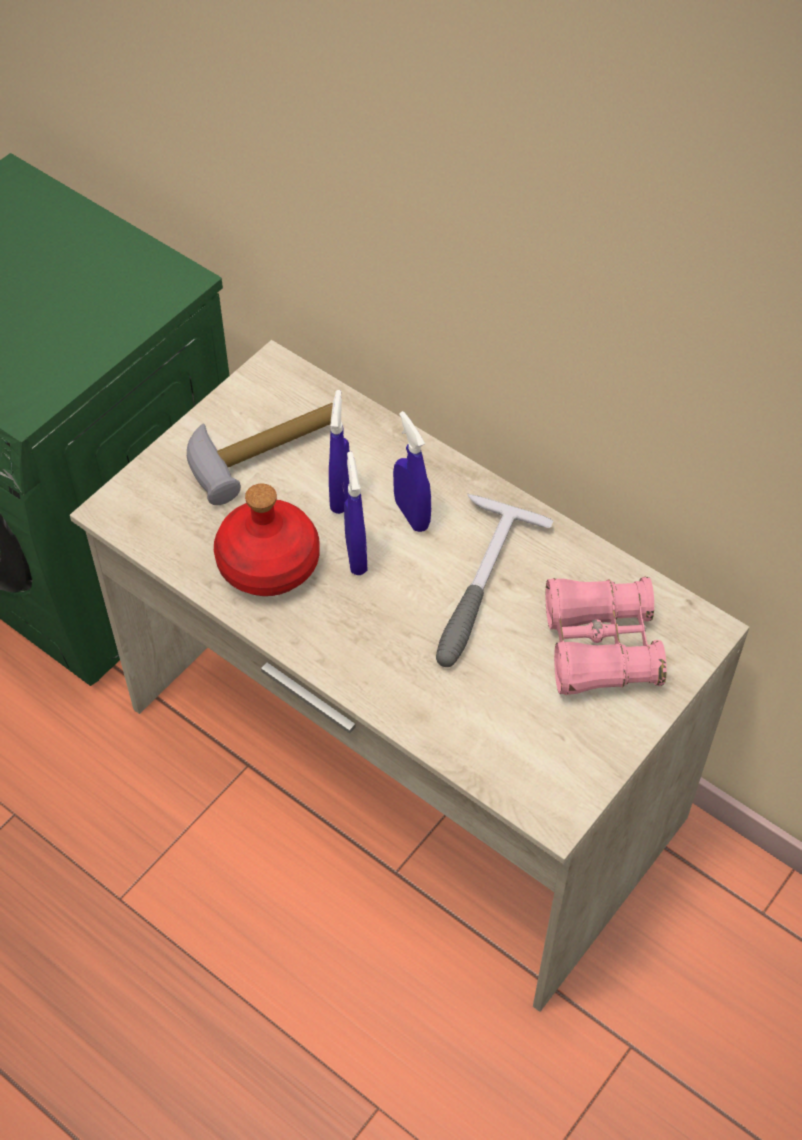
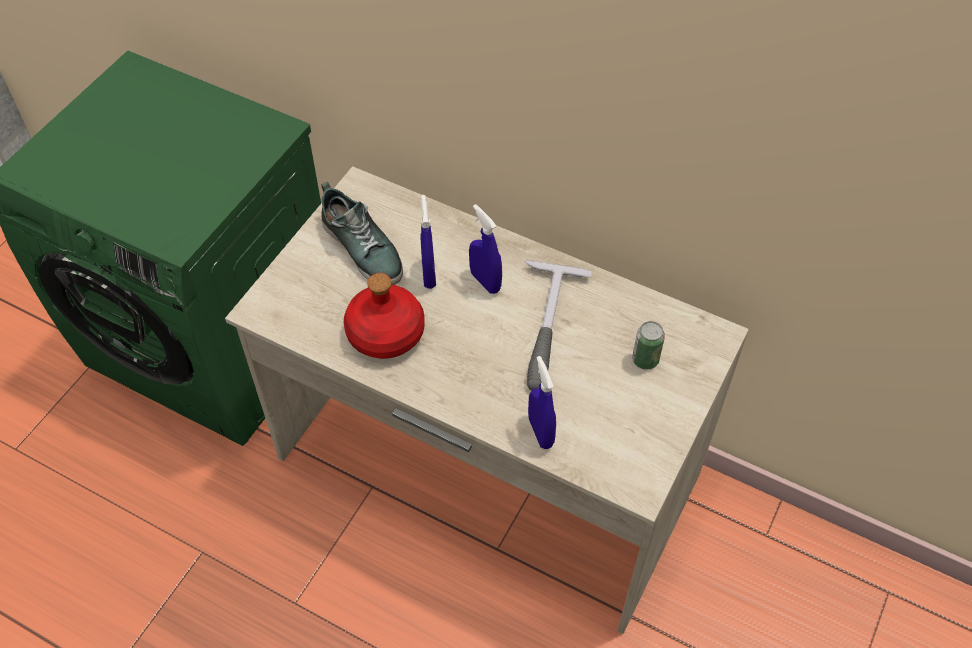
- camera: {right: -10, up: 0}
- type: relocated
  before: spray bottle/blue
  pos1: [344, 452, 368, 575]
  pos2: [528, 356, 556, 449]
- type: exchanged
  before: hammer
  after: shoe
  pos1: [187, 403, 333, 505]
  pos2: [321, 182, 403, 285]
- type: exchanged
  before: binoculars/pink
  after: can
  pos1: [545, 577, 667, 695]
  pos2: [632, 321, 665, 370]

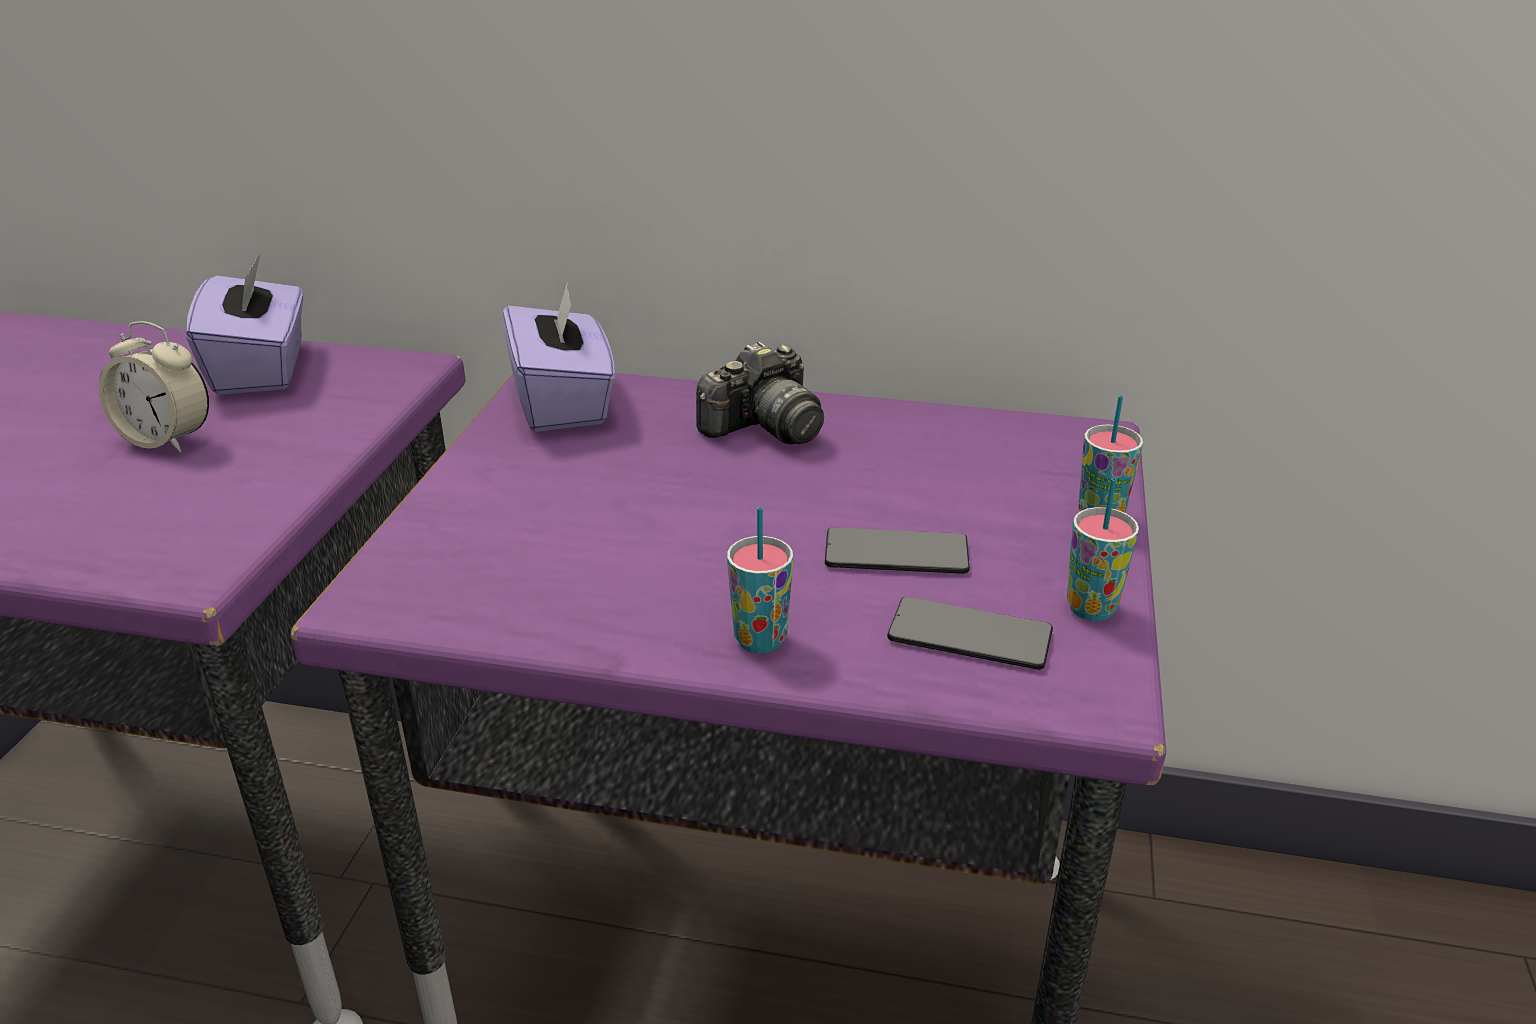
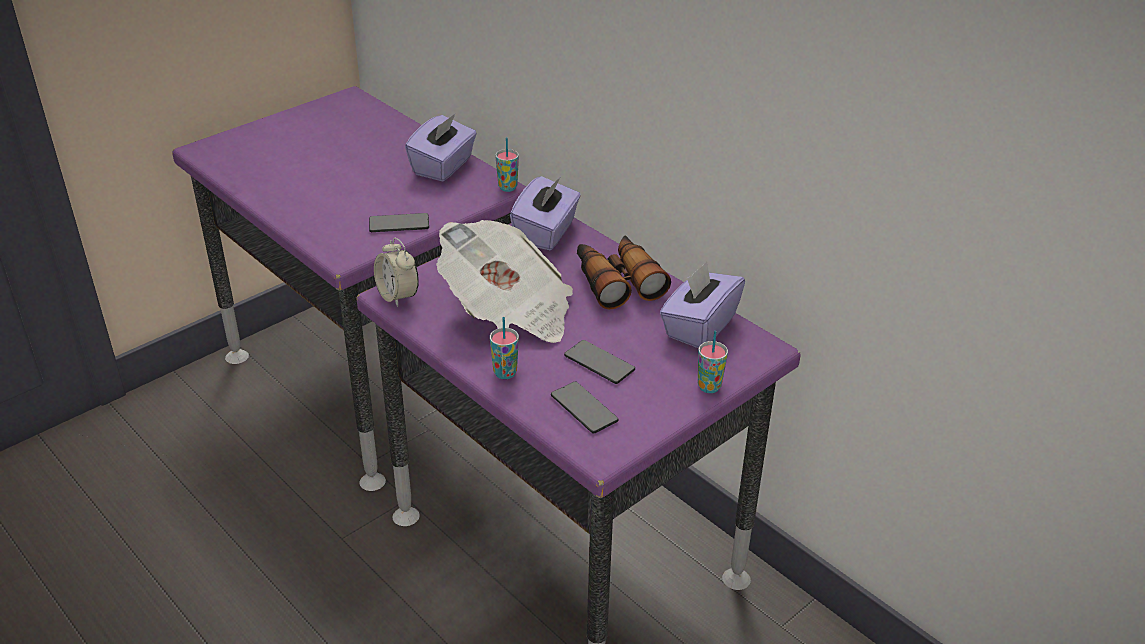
- camera: {right: 35, up: 5}
- type: appeared
  after: phone
  pos2: [369, 213, 429, 232]
- type: appeared
  after: newspaper
  pos2: [436, 220, 573, 343]
- type: appeared
  after: tissue box/purple
  pos2: [660, 261, 745, 348]
- type: relocated
  before: alarm clock
  pos1: [99, 321, 209, 452]
  pos2: [374, 238, 419, 307]
- type: relocated
  before: cup
  pos1: [1067, 478, 1139, 621]
  pos2: [495, 137, 519, 192]
- type: exchanged
  before: photo camera
  after: binoculars
  pos1: [696, 342, 824, 445]
  pos2: [577, 235, 671, 309]

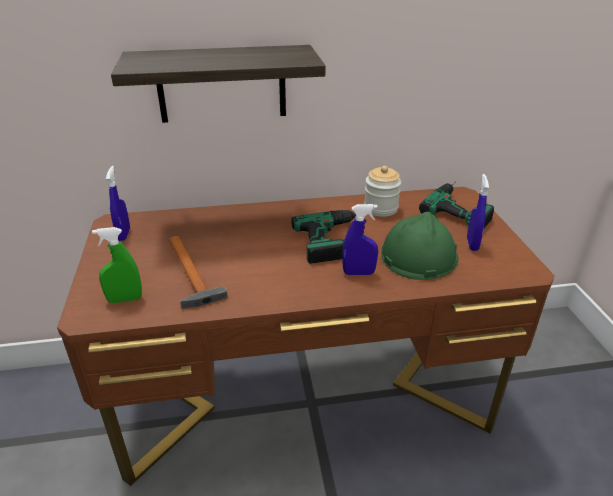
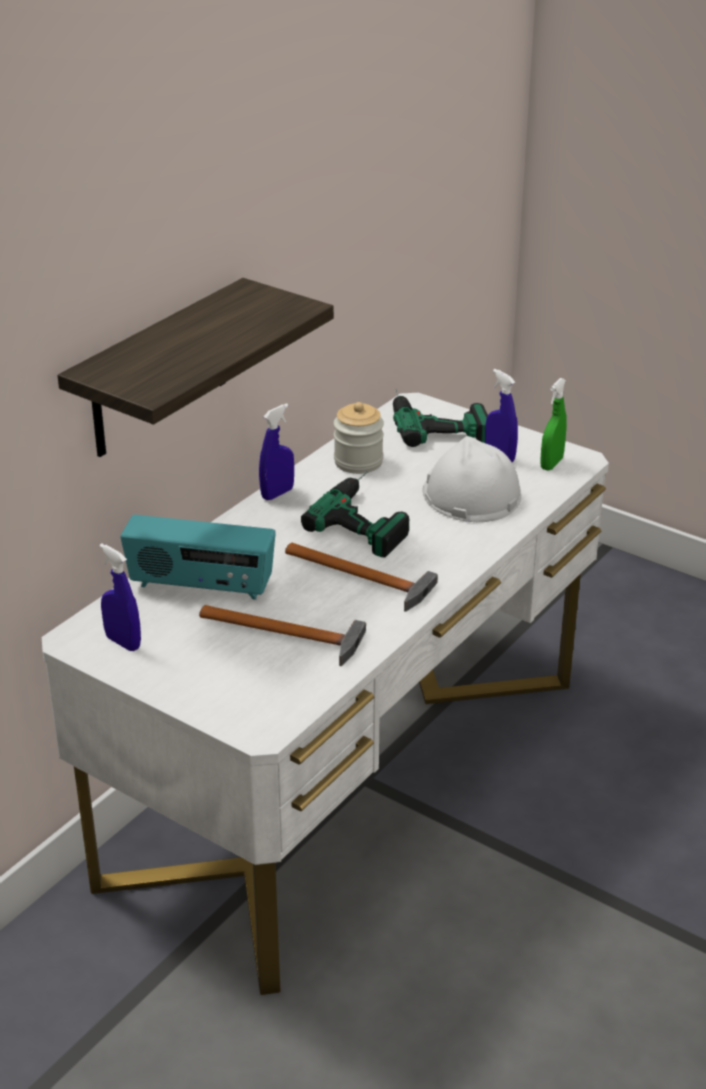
- camera: {right: -45, up: 0}
- type: appeared
  after: radio
  pos2: [121, 515, 276, 600]
- type: appeared
  after: hammer
  pos2: [285, 543, 438, 612]
- type: relocated
  before: spray bottle/green
  pos1: [92, 227, 142, 303]
  pos2: [540, 378, 567, 470]
- type: relocated
  before: spray bottle/blue
  pos1: [342, 204, 378, 275]
  pos2: [259, 403, 294, 500]
- type: colour
  before: desk/brown
  after: desk/white
  pos1: [57, 187, 555, 486]
  pos2: [42, 393, 609, 995]
- type: colour
  before: hard hat/green
  after: hard hat/white
  pos1: [381, 212, 458, 280]
  pos2: [423, 436, 521, 522]

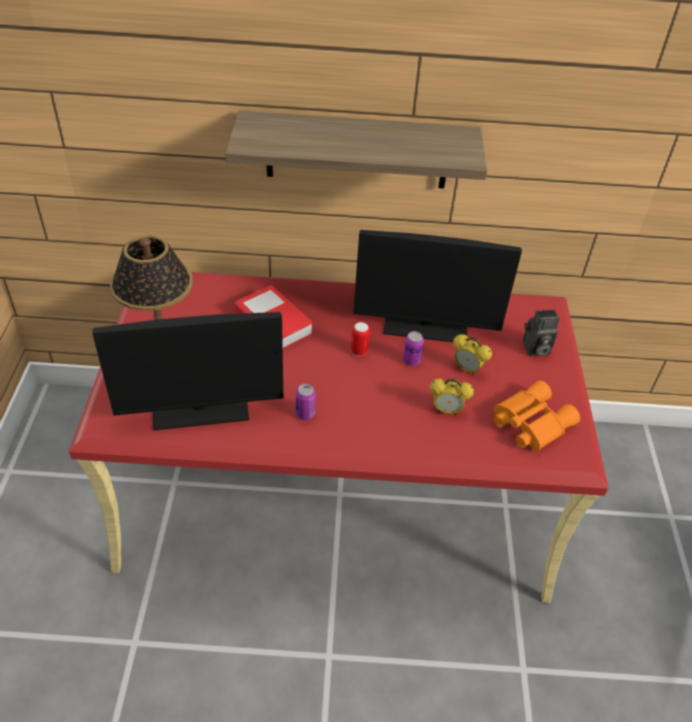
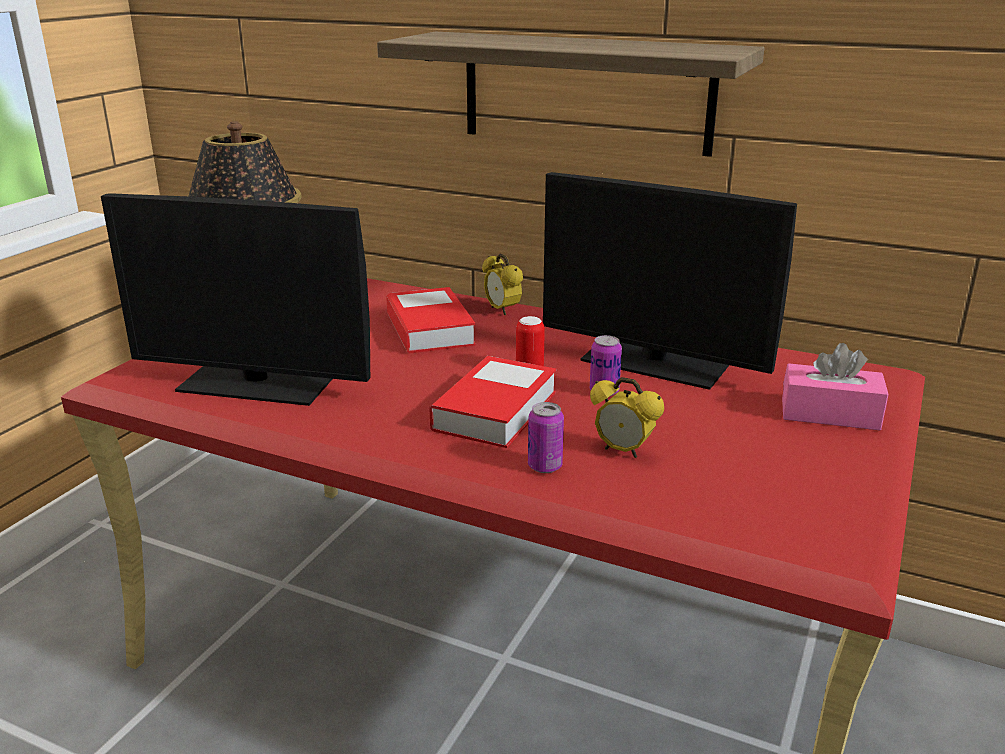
- camera: {right: 25, up: -20}
- type: missing
  before: binoculars/orange
  pos1: [493, 380, 580, 451]
- type: appeared
  after: book
  pos2: [429, 356, 556, 448]
- type: relocated
  before: can
  pos1: [296, 384, 316, 420]
  pos2: [528, 402, 564, 473]
- type: relocated
  before: alarm clock
  pos1: [453, 334, 492, 375]
  pos2: [482, 253, 523, 315]
- type: exchanged
  before: photo camera
  after: tissue box/pink
  pos1: [523, 310, 560, 357]
  pos2: [782, 343, 888, 430]

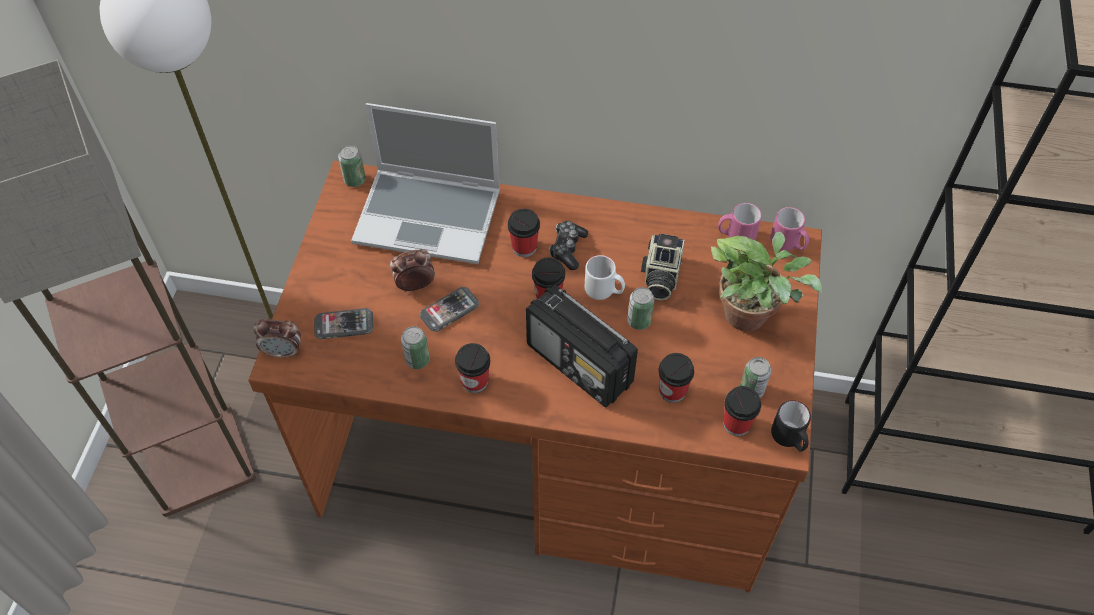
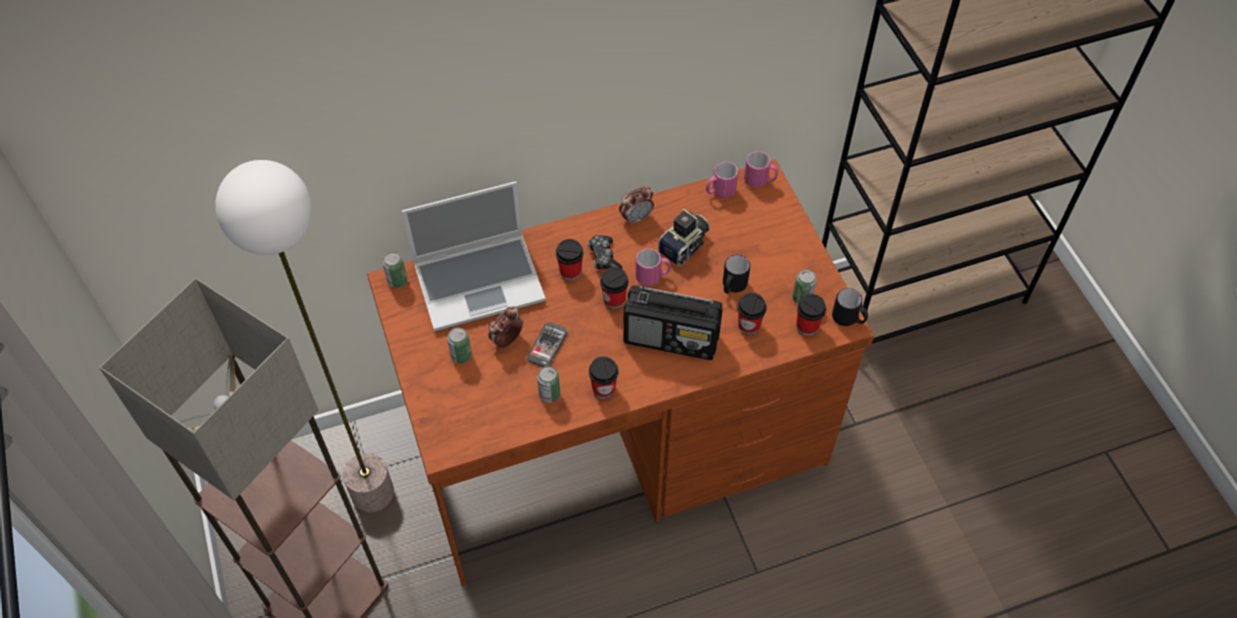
- camera: {right: -30, up: 0}
- type: missing
  before: phone
  pos1: [314, 308, 374, 339]
- type: missing
  before: potted plant
  pos1: [711, 232, 822, 331]
- type: appeared
  after: mug/black
  pos2: [723, 255, 750, 294]
- type: relocated
  before: alarm clock
  pos1: [253, 319, 301, 358]
  pos2: [619, 187, 654, 226]
- type: relocated
  before: can
  pos1: [627, 287, 655, 330]
  pos2: [447, 327, 472, 364]
- type: colour
  before: mug/white
  after: mug/pink
  pos1: [585, 255, 625, 300]
  pos2: [635, 248, 671, 286]
- type: spun
  before: photo camera
  pos1: [641, 234, 685, 300]
  pos2: [658, 209, 710, 266]
  turn: -120

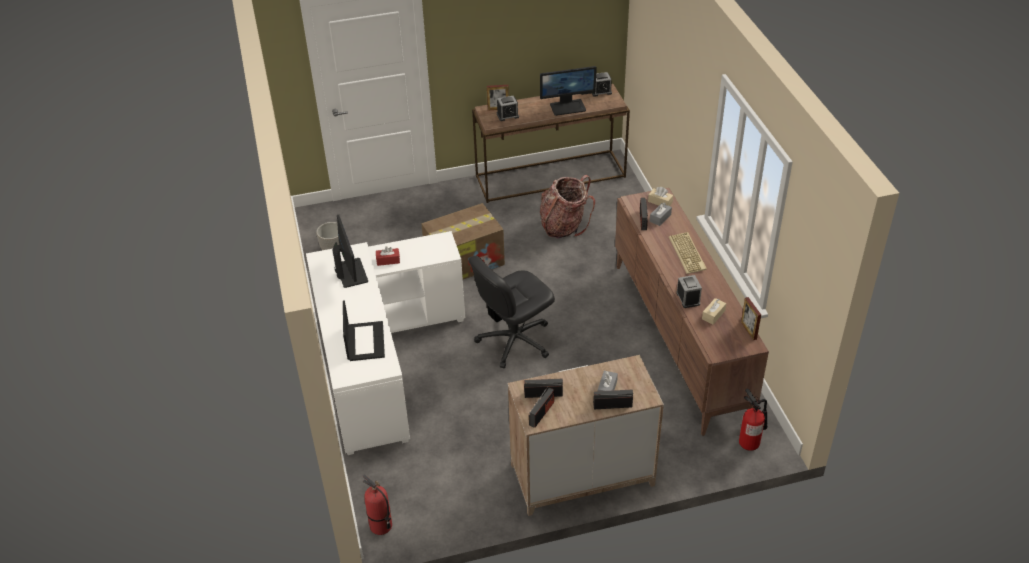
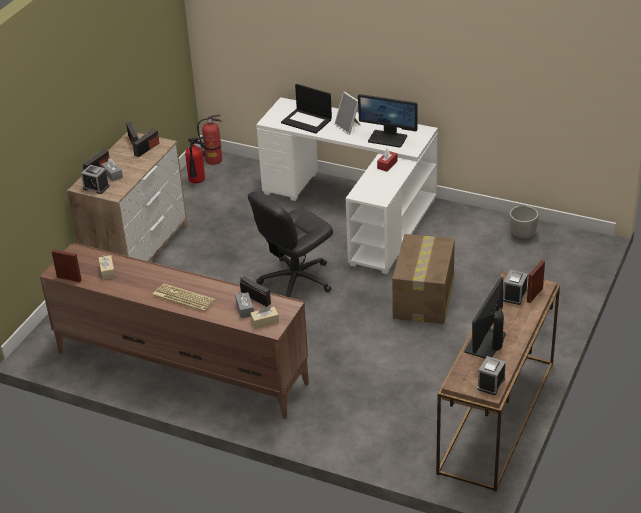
- camera: {right: 130, up: -5}
- type: missing
  before: backpack
  pos1: [540, 175, 595, 238]
- type: appeared
  after: picture frame
  pos2: [334, 91, 361, 135]
- type: relocated
  before: alarm clock
  pos1: [676, 275, 702, 308]
  pos2: [81, 165, 110, 194]
- type: relocated
  before: fire extinguisher
  pos1: [739, 388, 768, 451]
  pos2: [185, 136, 207, 184]
- type: spun
  before: office chair/black
  pos1: [468, 256, 555, 369]
  pos2: [248, 191, 333, 297]
  turn: -135

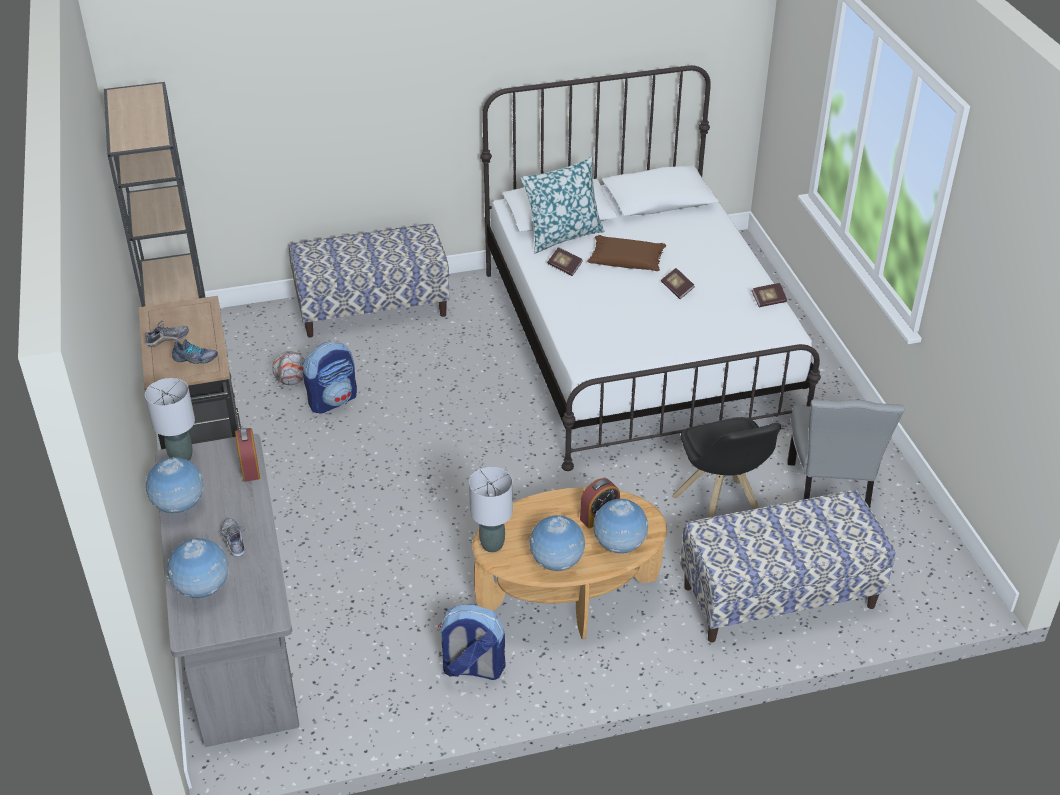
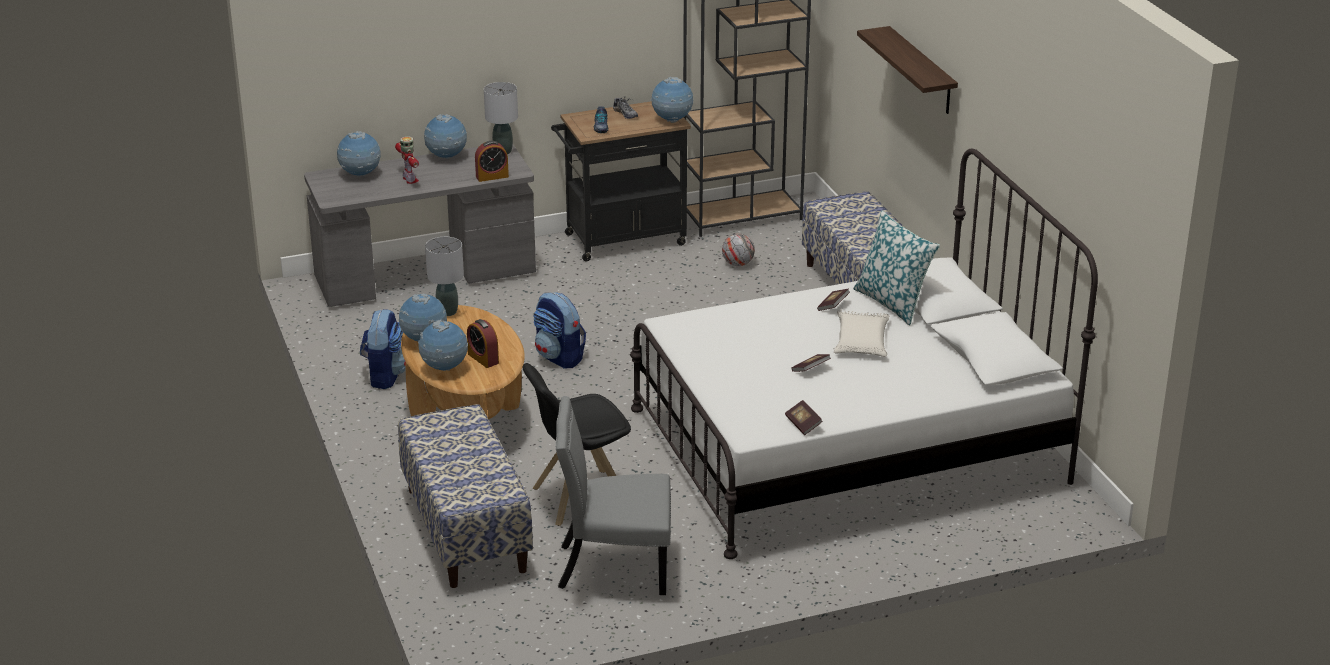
- camera: {right: 85, up: -10}
- type: appeared
  after: globe
  pos2: [651, 77, 693, 123]
- type: appeared
  after: shelf
  pos2: [857, 26, 958, 114]
- type: relocated
  before: backpack
  pos1: [303, 341, 357, 414]
  pos2: [533, 292, 586, 369]
- type: exchanged
  before: shoe
  after: toy robot
  pos1: [219, 518, 245, 557]
  pos2: [395, 136, 419, 184]
- type: colour
  before: pillow/brown
  after: pillow/white
  pos1: [587, 235, 666, 271]
  pos2: [833, 309, 890, 357]

